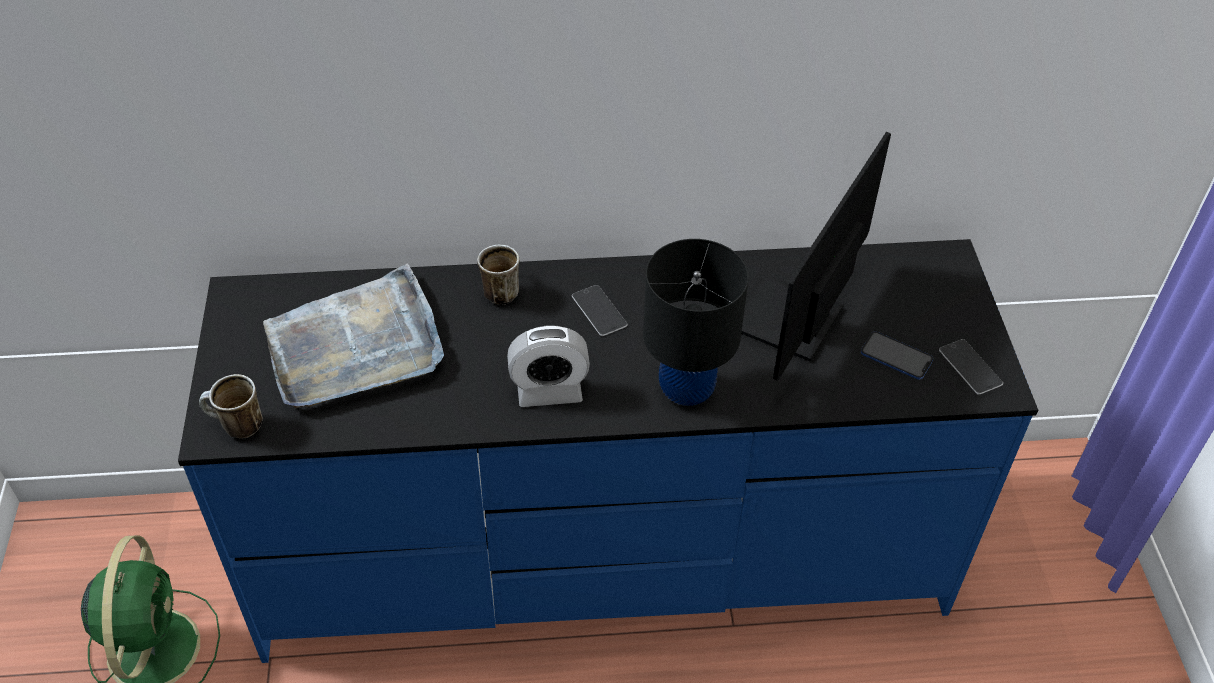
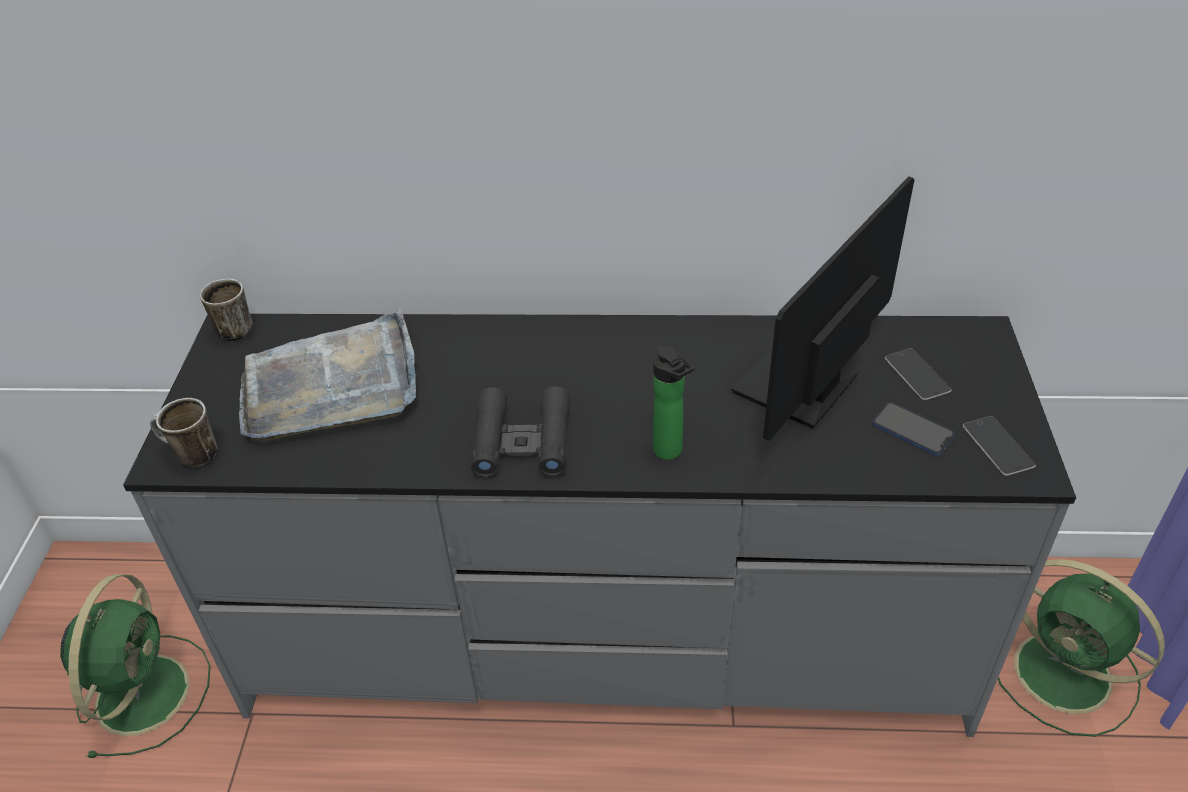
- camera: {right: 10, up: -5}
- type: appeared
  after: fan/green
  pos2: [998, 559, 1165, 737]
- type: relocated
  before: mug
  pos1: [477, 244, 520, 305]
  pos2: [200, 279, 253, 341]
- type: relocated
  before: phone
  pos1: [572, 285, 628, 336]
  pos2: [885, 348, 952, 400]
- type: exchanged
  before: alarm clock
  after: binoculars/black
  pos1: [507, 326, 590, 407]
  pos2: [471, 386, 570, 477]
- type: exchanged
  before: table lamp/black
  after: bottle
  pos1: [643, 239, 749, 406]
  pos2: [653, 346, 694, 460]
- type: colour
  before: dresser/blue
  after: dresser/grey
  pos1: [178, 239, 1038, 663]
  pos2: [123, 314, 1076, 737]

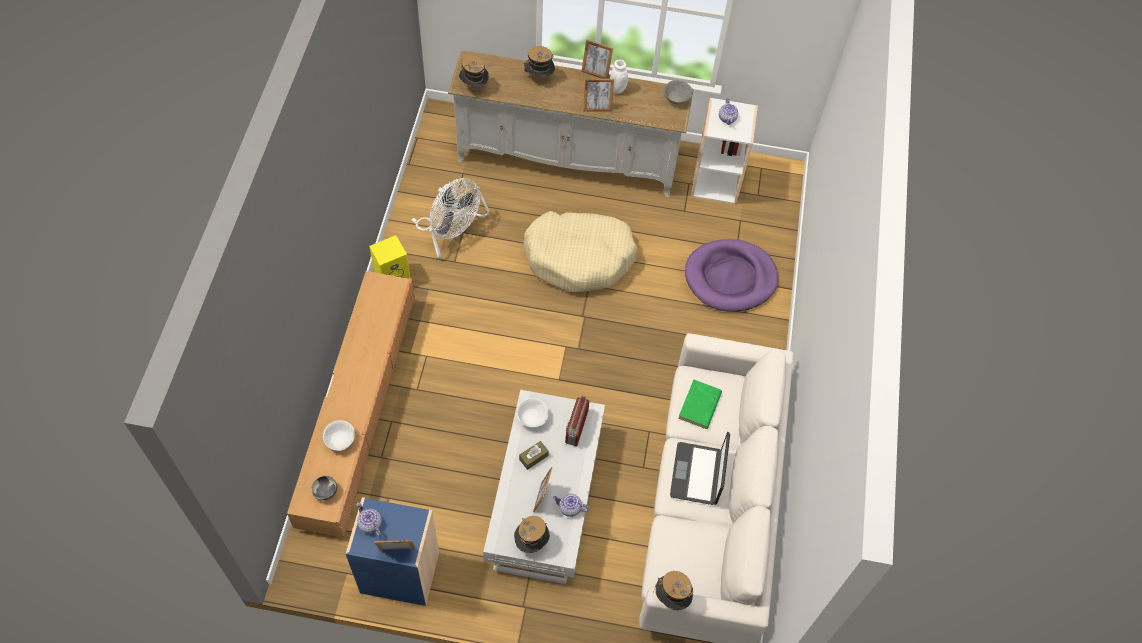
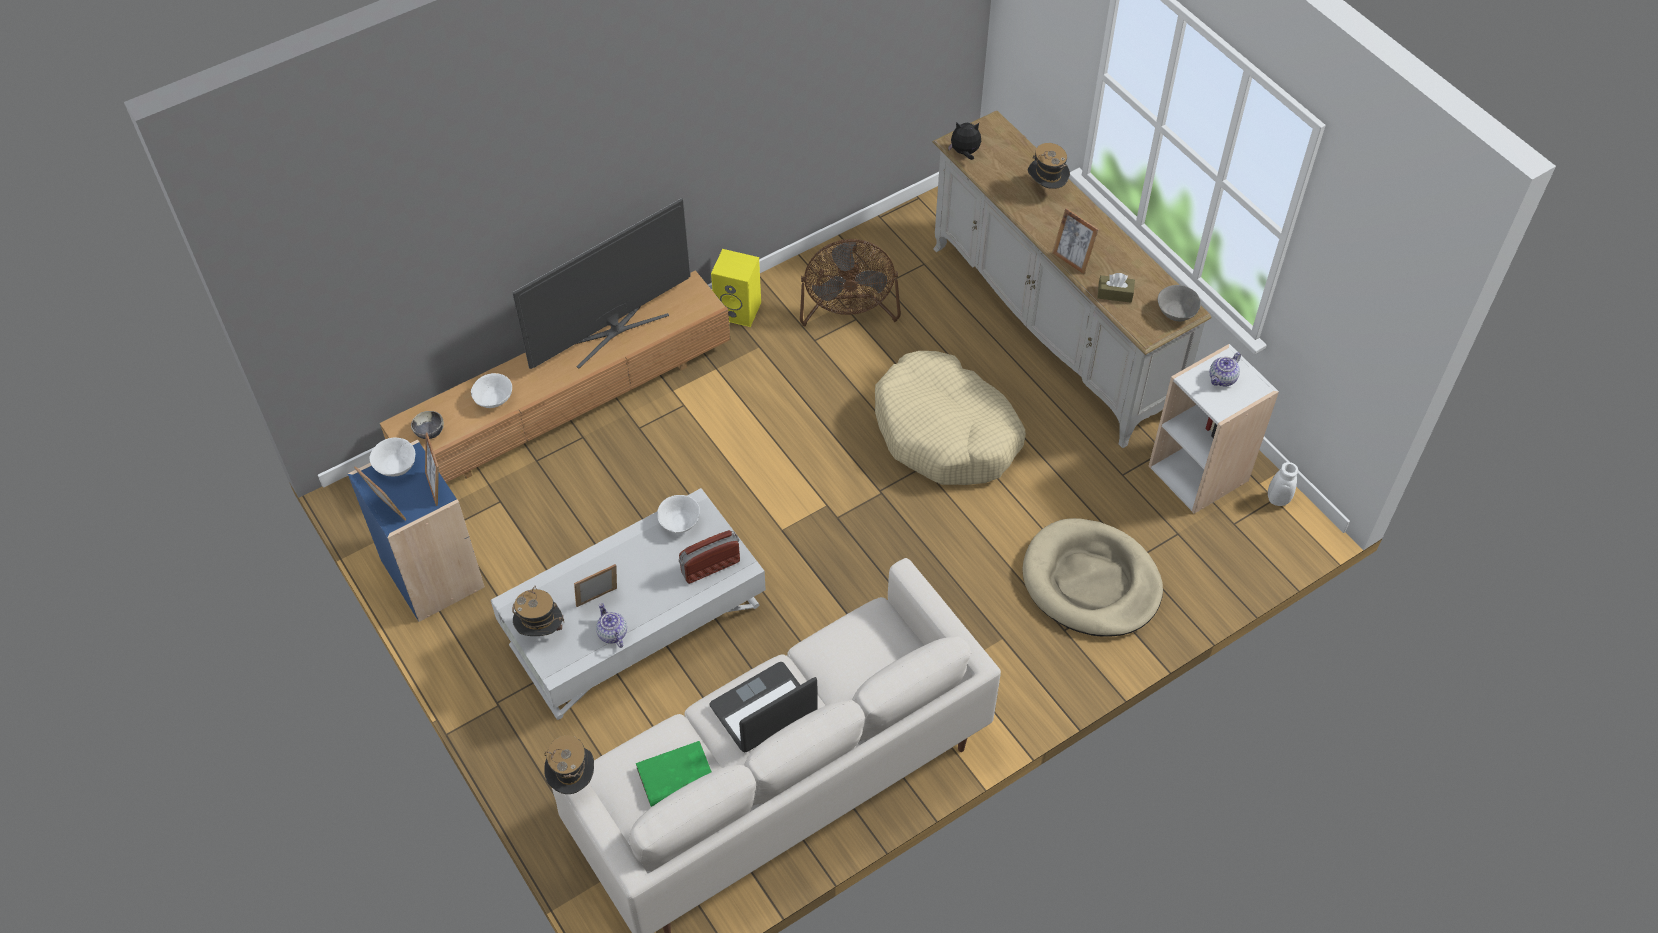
- camera: {right: 50, up: -5}
- type: appeared
  after: television
  pos2: [512, 198, 691, 369]
- type: relocated
  before: tissue box/brown
  pos1: [519, 441, 549, 470]
  pos2: [1097, 273, 1135, 303]
- type: relocated
  before: picture frame
  pos1: [581, 39, 613, 79]
  pos2: [425, 432, 439, 506]
- type: relocated
  before: vase/white
  pos1: [610, 60, 628, 94]
  pos2: [1268, 462, 1298, 506]
- type: relocated
  before: book/green
  pos1: [678, 379, 722, 429]
  pos2: [636, 741, 712, 807]
- type: exchanged
  before: teapot
  after: bowl/white
  pos1: [357, 503, 382, 536]
  pos2: [370, 438, 415, 476]
- type: exchanged
  before: hat
  after: plush toy
  pos1: [459, 55, 489, 88]
  pos2: [948, 122, 981, 160]
- type: colour
  before: fan/white
  after: fan/brown
  pos1: [411, 178, 489, 259]
  pos2: [800, 239, 901, 326]
- type: colour
  before: dog bed/purple
  after: dog bed/beige
  pos1: [685, 239, 778, 312]
  pos2: [1023, 518, 1163, 637]

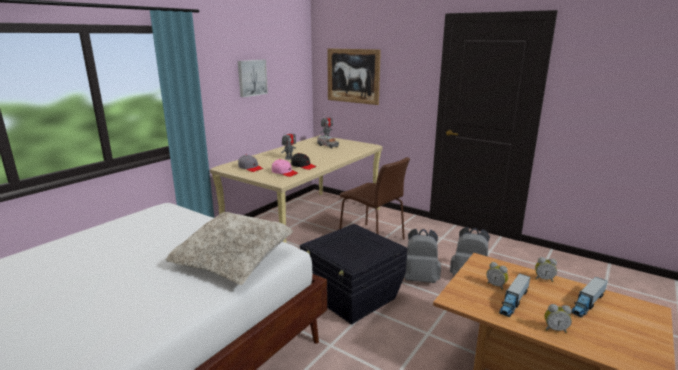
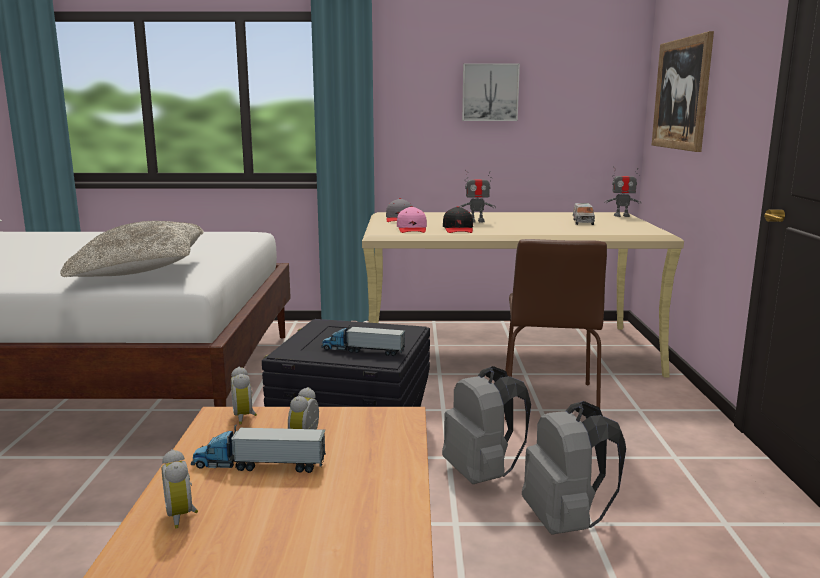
- camera: {right: 55, up: -5}
- type: relocated
  before: alarm clock
  pos1: [535, 257, 557, 282]
  pos2: [231, 367, 257, 424]
- type: relocated
  before: toy truck
  pos1: [571, 277, 607, 318]
  pos2: [321, 325, 405, 356]

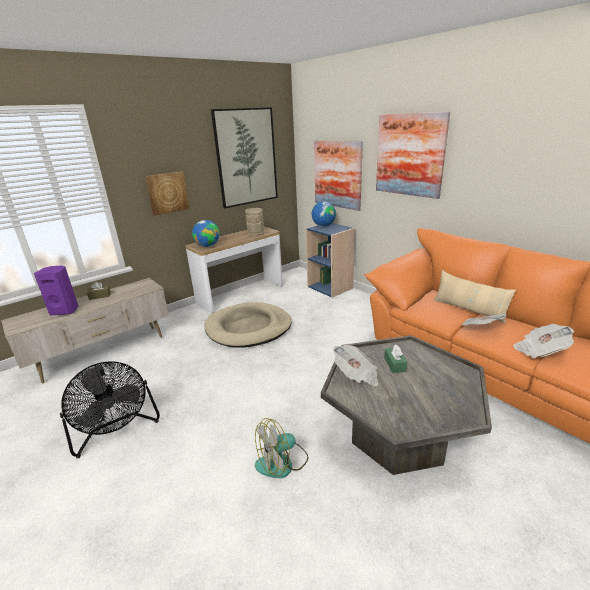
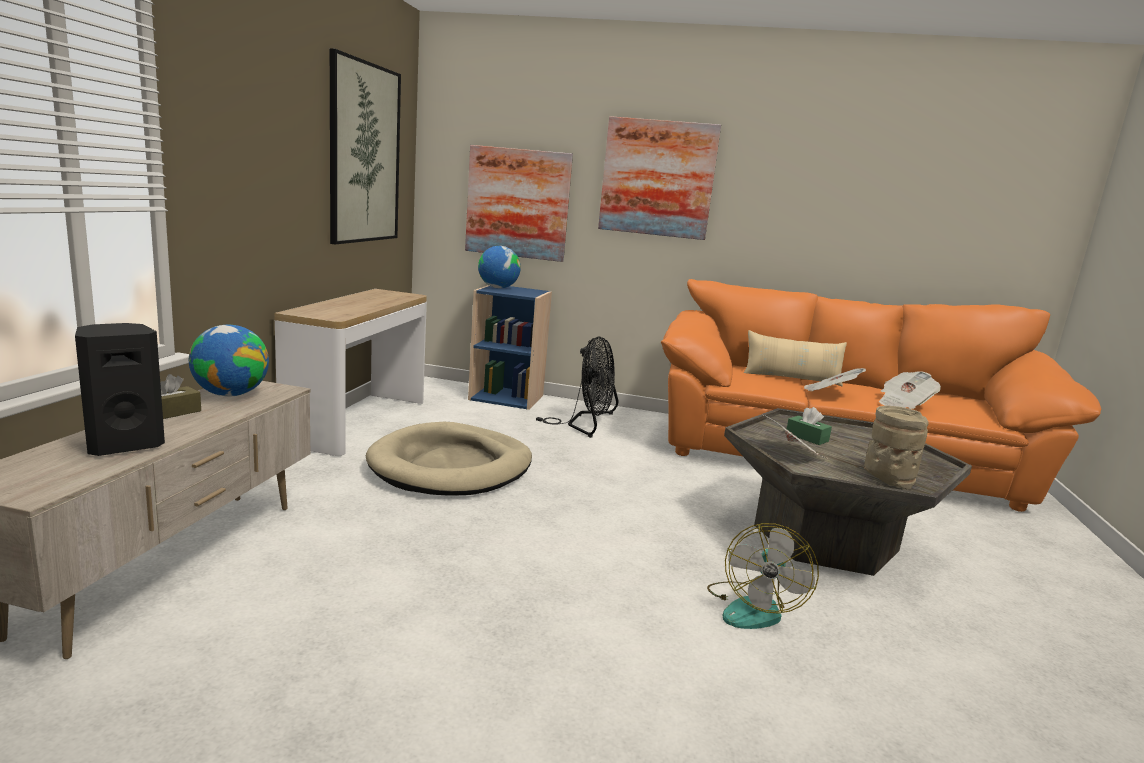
- camera: {right: -40, up: -10}
- type: missing
  before: picture
  pos1: [145, 171, 190, 216]
- type: relocated
  before: fan/black
  pos1: [60, 361, 160, 458]
  pos2: [535, 336, 618, 438]
- type: relocated
  before: globe
  pos1: [192, 220, 220, 247]
  pos2: [189, 325, 269, 396]
- type: relocated
  before: vase/beige
  pos1: [245, 208, 264, 236]
  pos2: [864, 406, 928, 489]
- type: colour
  before: speaker/purple
  after: speaker/black
  pos1: [34, 266, 78, 315]
  pos2: [75, 323, 165, 456]

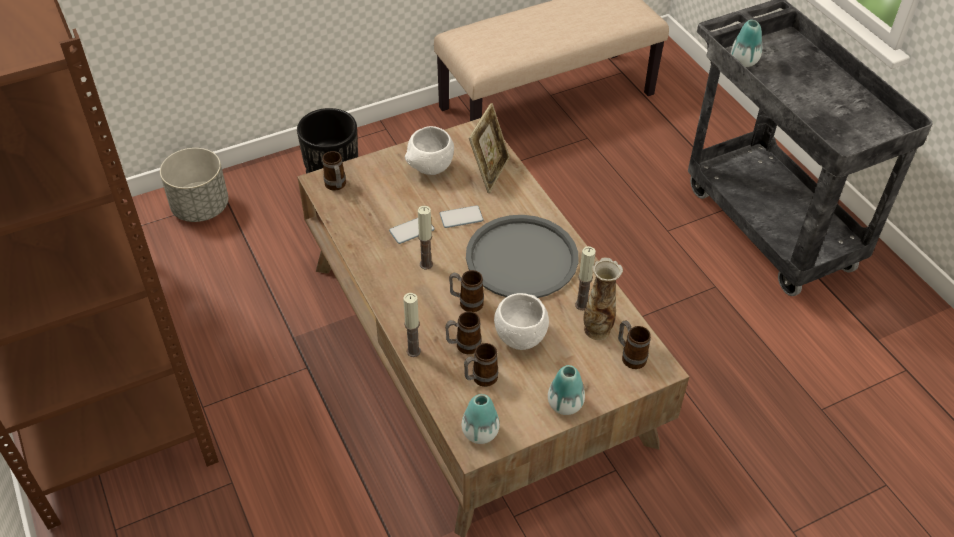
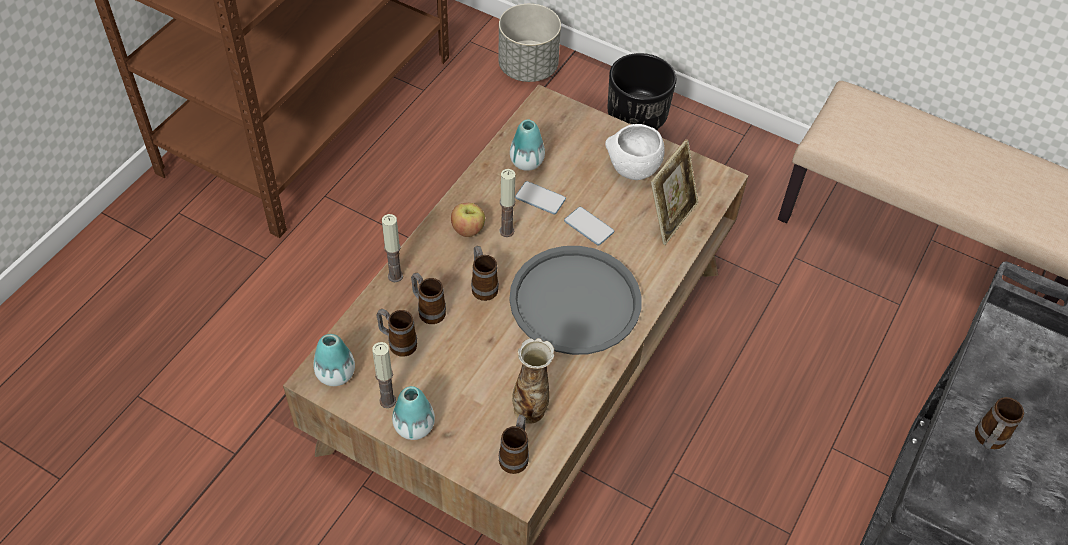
- camera: {right: 55, up: 5}
- type: missing
  before: bowl/white
  pos1: [494, 293, 549, 350]
- type: appeared
  after: apple
  pos2: [451, 203, 485, 237]
- type: relocated
  before: mug
  pos1: [322, 151, 346, 191]
  pos2: [975, 397, 1024, 449]
- type: relocated
  before: candle
  pos1: [575, 246, 596, 310]
  pos2: [372, 342, 396, 408]
- type: relocated
  before: vase
  pos1: [731, 20, 762, 67]
  pos2: [510, 119, 545, 171]
- type: spun
  before: picture frame
  pos1: [469, 103, 510, 193]
  pos2: [651, 139, 698, 245]
  turn: -45

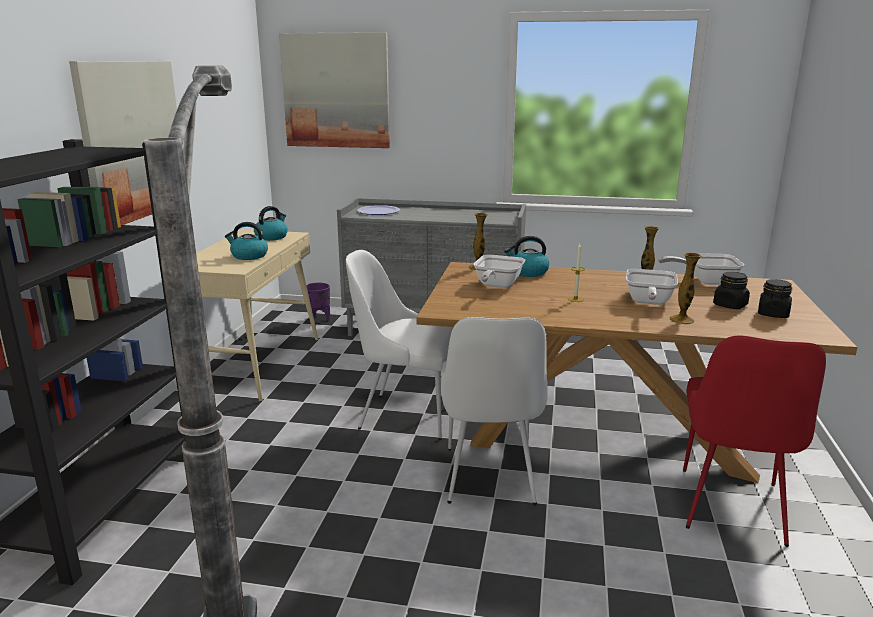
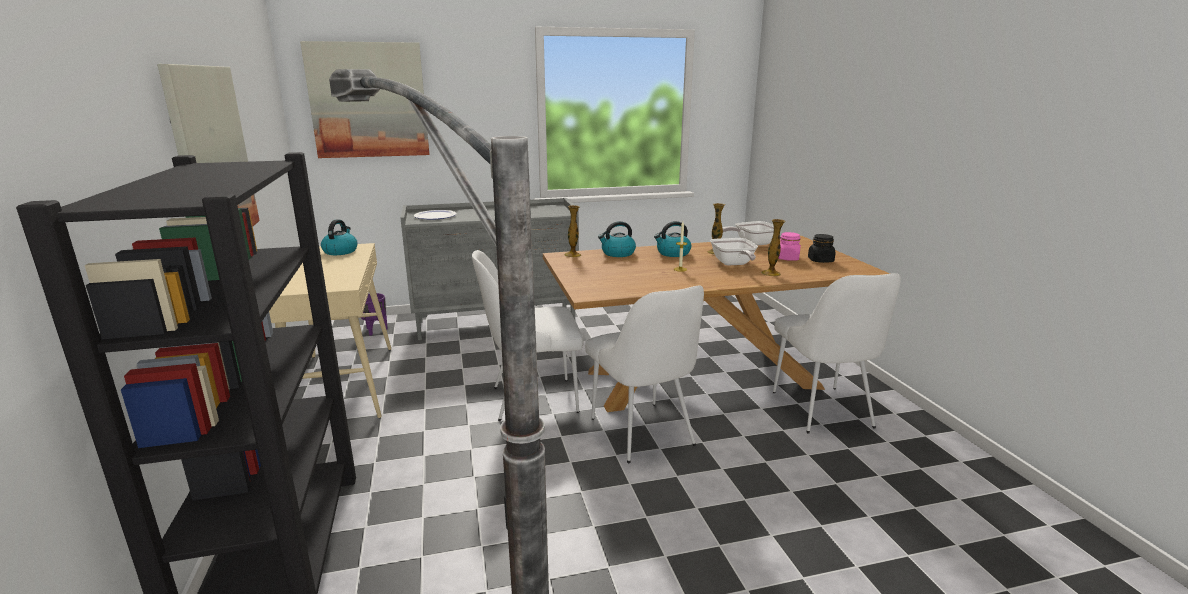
- camera: {right: -25, up: 0}
- type: missing
  before: frying pan
  pos1: [473, 255, 525, 288]
- type: relocated
  before: kettle
  pos1: [225, 222, 268, 260]
  pos2: [654, 221, 691, 257]
- type: colour
  before: chair/red
  after: chair/white
  pos1: [683, 335, 826, 547]
  pos2: [773, 273, 901, 433]
- type: colour
  before: jar/black
  after: jar/pink
  pos1: [713, 272, 750, 309]
  pos2: [778, 232, 801, 261]

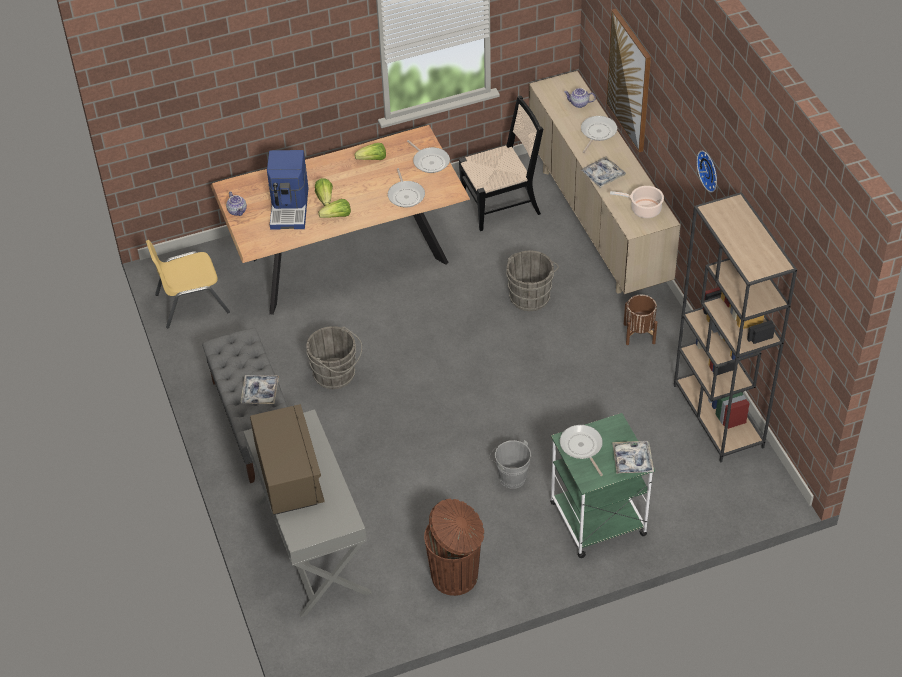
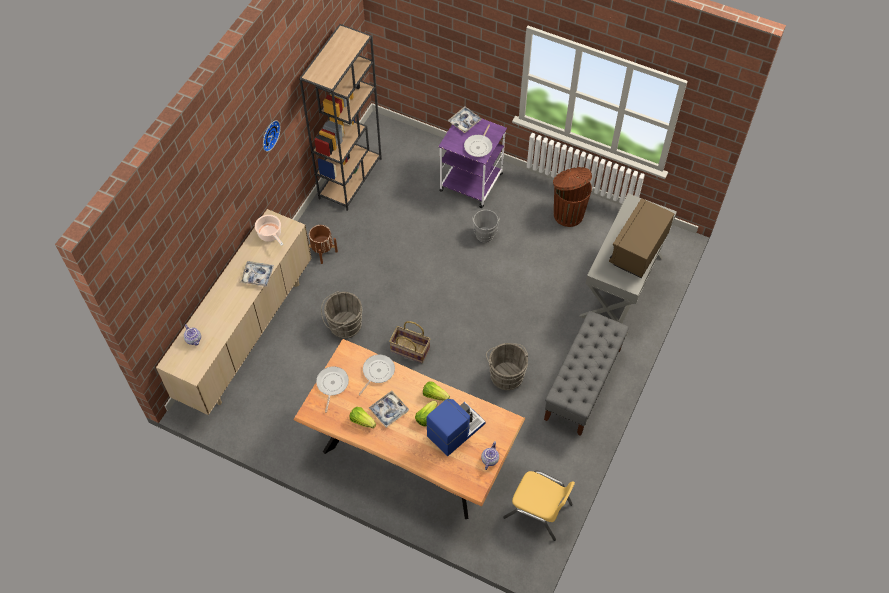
- camera: {right: -135, up: 10}
- type: missing
  before: chair
  pos1: [459, 96, 543, 231]
- type: missing
  before: frying pan
  pos1: [581, 116, 617, 153]
- type: missing
  before: picture
  pos1: [606, 9, 651, 152]
- type: appeared
  after: basket
  pos2: [389, 321, 430, 363]
- type: relocated
  before: tray
  pos1: [240, 375, 279, 405]
  pos2: [369, 391, 409, 427]
- type: colour
  before: cart/green
  after: cart/purple
  pos1: [550, 413, 655, 558]
  pos2: [438, 119, 507, 208]

